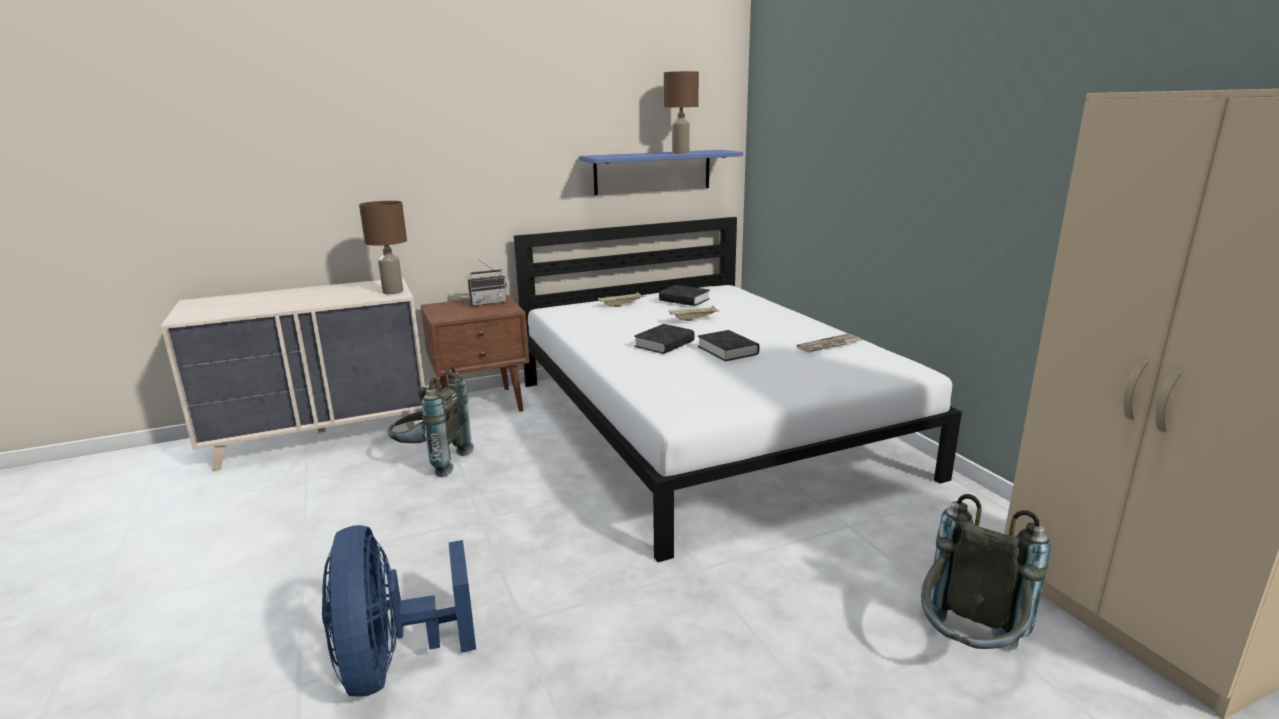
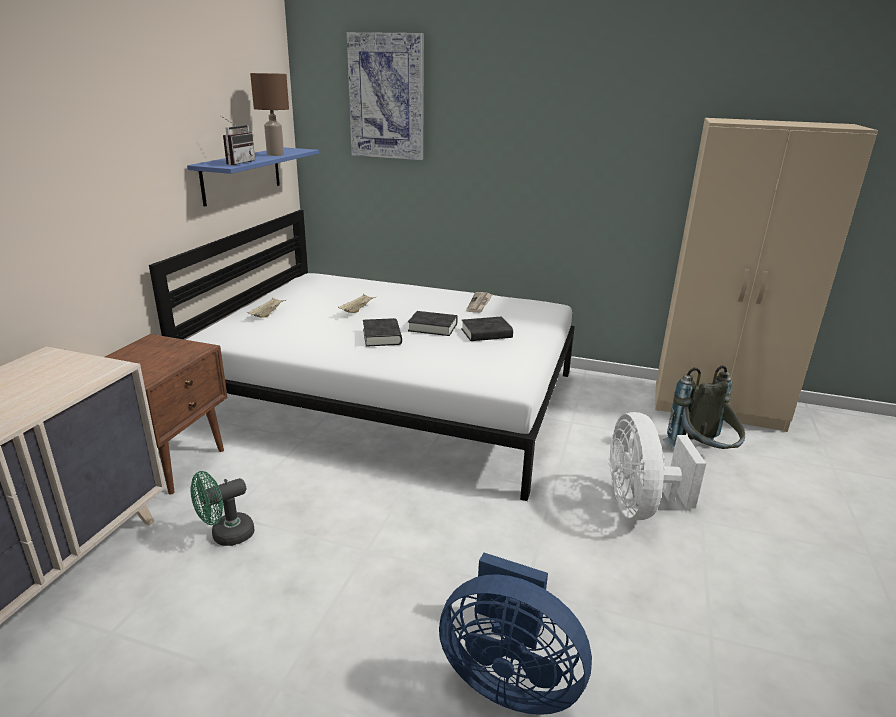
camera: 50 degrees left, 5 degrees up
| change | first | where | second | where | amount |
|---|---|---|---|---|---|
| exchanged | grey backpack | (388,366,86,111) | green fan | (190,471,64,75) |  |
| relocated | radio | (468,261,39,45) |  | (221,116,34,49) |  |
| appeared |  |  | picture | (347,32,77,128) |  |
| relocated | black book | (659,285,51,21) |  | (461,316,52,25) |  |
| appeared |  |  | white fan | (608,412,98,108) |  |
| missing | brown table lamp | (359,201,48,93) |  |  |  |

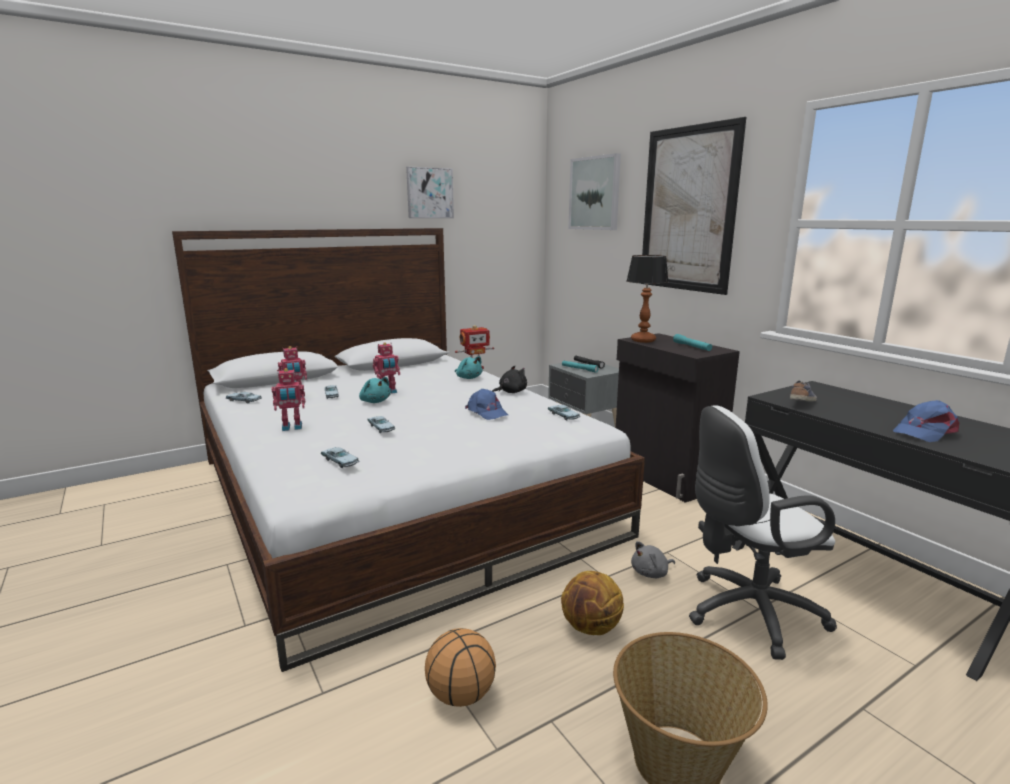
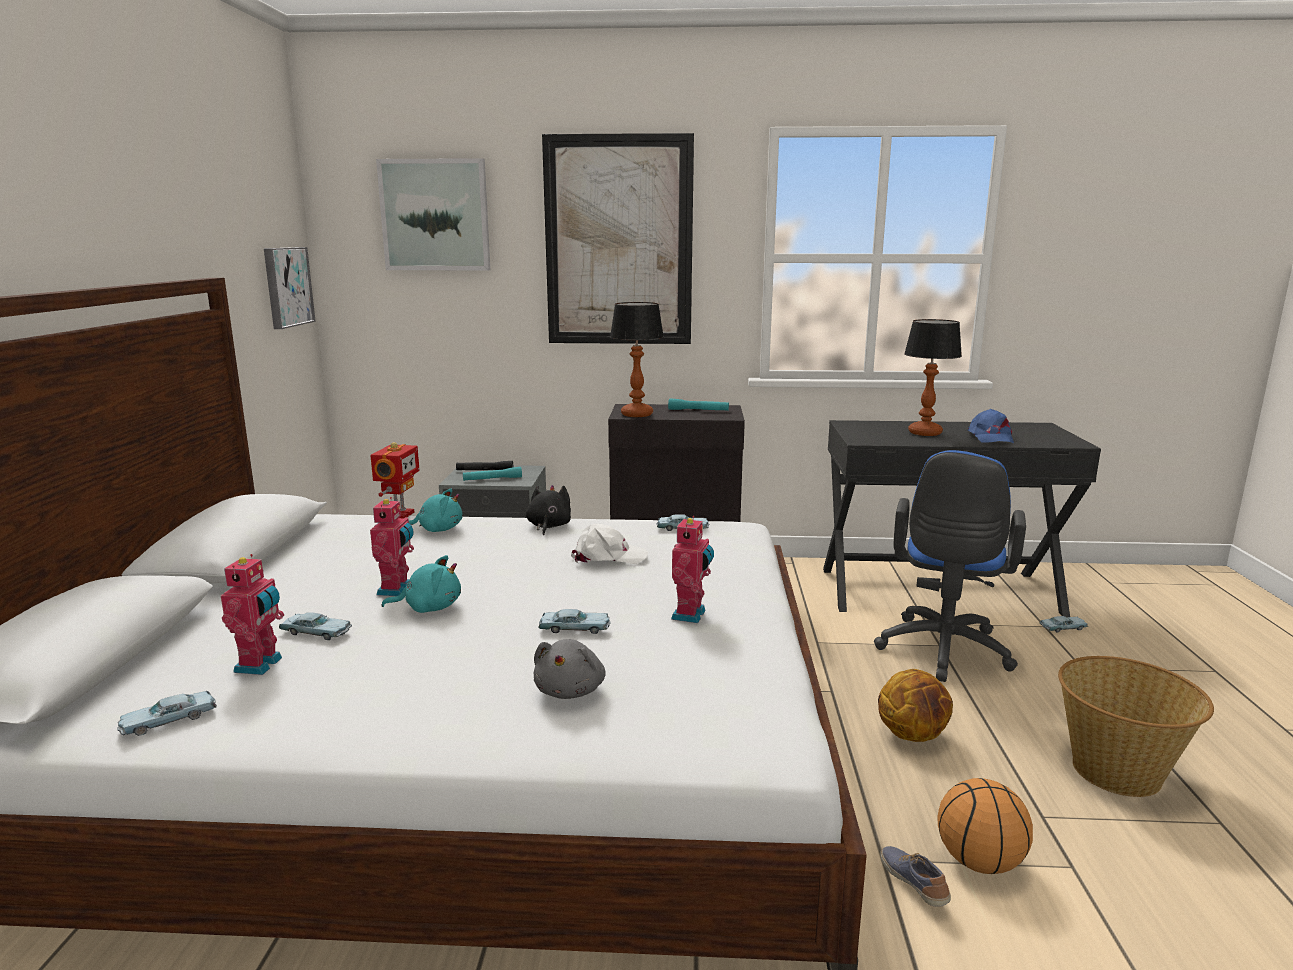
camera: 55 degrees left, 0 degrees up
| change | first | where | second | where | amount |
|---|---|---|---|---|---|
| relocated | picture | (406,167,48,51) |  | (264,247,52,82) |  |
| relocated | grey plush toy | (631,541,44,37) |  | (534,639,72,60) |  |
| colour | blue cap | (465,389,43,31) | white cap | (571,524,77,40) |  |
| relocated | toy robot | (272,368,33,63) |  | (671,516,43,107) |  |
| colour | white office chair | (689,405,148,255) | blue office chair | (874,450,152,232) |  |
| relocated | shoe | (790,381,27,20) |  | (881,846,70,61) |  |
| appeared |  |  | table lamp | (904,319,58,117) |  |
| relocated | blue toy car | (321,447,38,21) |  | (1040,616,48,16) |  |

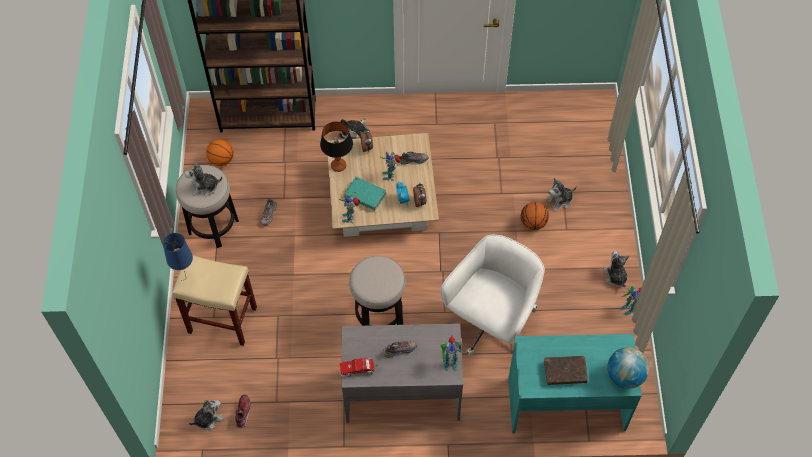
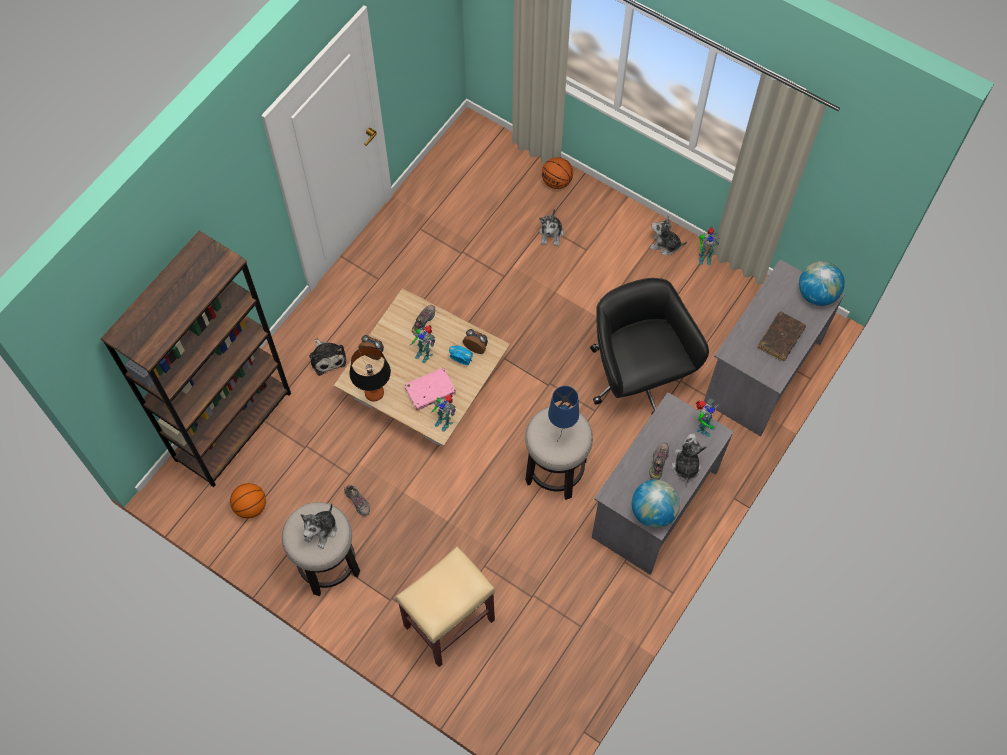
camera: 55 degrees left, 5 degrees up
| change | first | where | second | where | amount |
|---|---|---|---|---|---|
| colour | turquoise book | (344,177,42,33) | pink book | (405,368,51,42) |  |
| relocated | basketball | (521,202,28,28) |  | (542,157,31,32) |  |
| relocated | blue table lamp | (163,233,30,48) |  | (548,386,31,54) |  |
| colour | white office chair | (441,235,104,120) | black office chair | (590,278,119,136) |  |
| exchanged | toy truck | (340,358,38,19) | globe | (632,479,48,49) |  |
| relocated | plush toy | (189,400,35,30) |  | (672,434,35,49) |  |
| colour | turquoise desk | (508,334,134,100) | grey desk | (704,259,140,177) |  |
| missing | shoe | (235,395,17,33) |  |  |  |

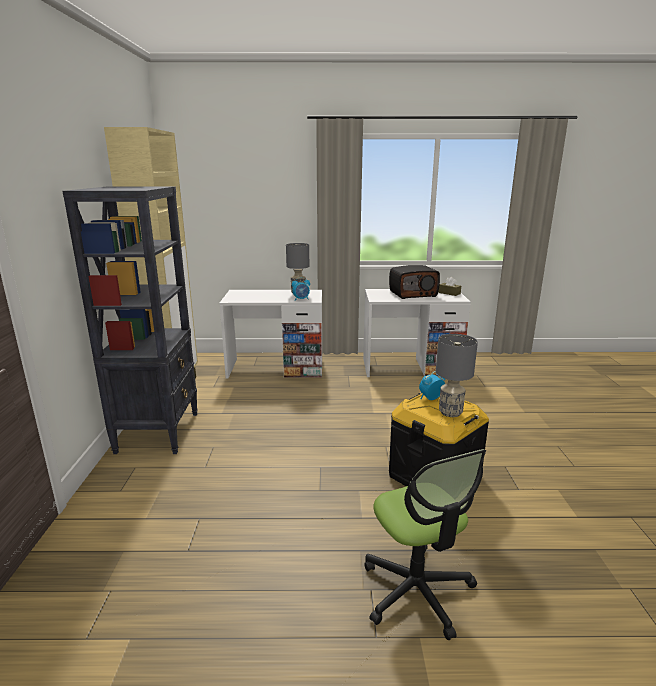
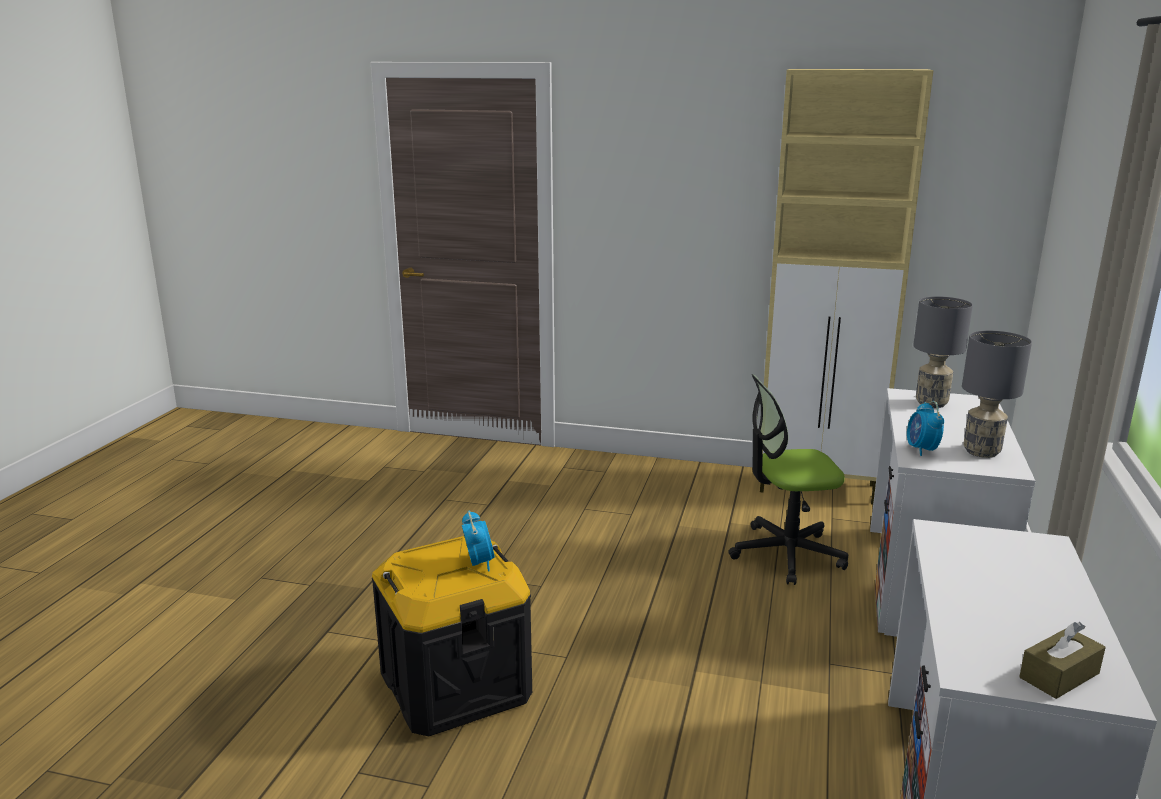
camera: 105 degrees right, 0 degrees up
| change | first | where | second | where | amount |
|---|---|---|---|---|---|
| relocated | office chair | (364,449,122,191) |  | (728,374,120,211) |  |
| relocated | grey table lamp | (436,334,42,83) |  | (913,296,60,112) |  |
| missing | black bookcase | (62,186,136,268) |  |  |  |
| missing | radio | (389,265,51,34) |  |  |  |

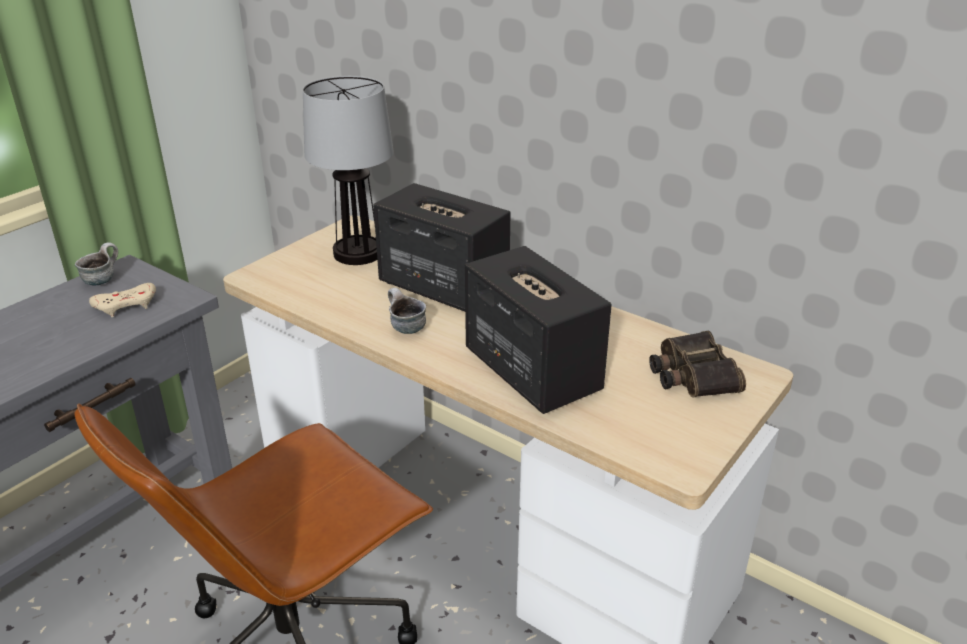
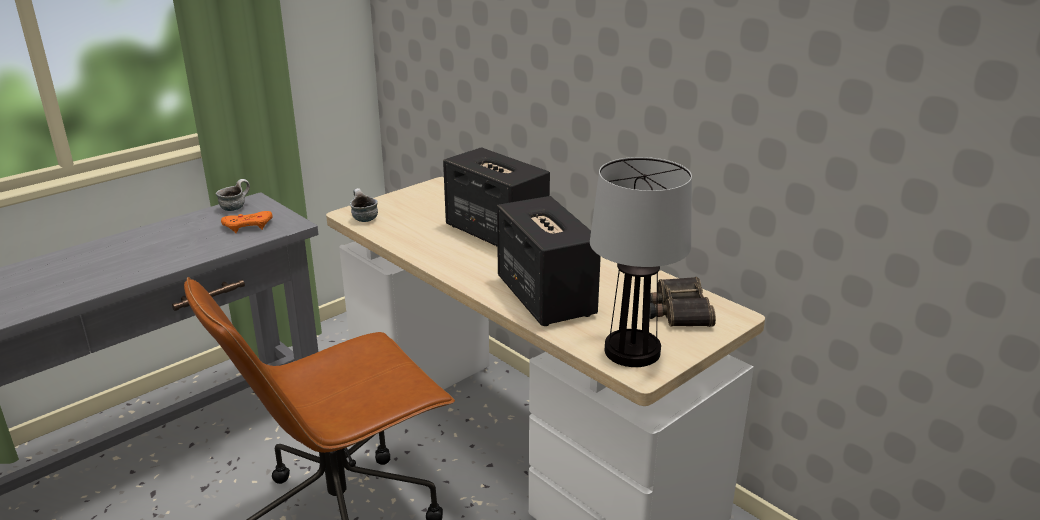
camera: 10 degrees right, 5 degrees down
| change | first | where | second | where | amount |
|---|---|---|---|---|---|
| colour | beige game controller | (89,283,67,34) | orange game controller | (221,211,52,22) |  |
| relocated | mug | (388,288,38,46) |  | (350,188,28,34) |  |
| relocated | table lamp | (303,76,91,189) |  | (590,157,102,210) |  |

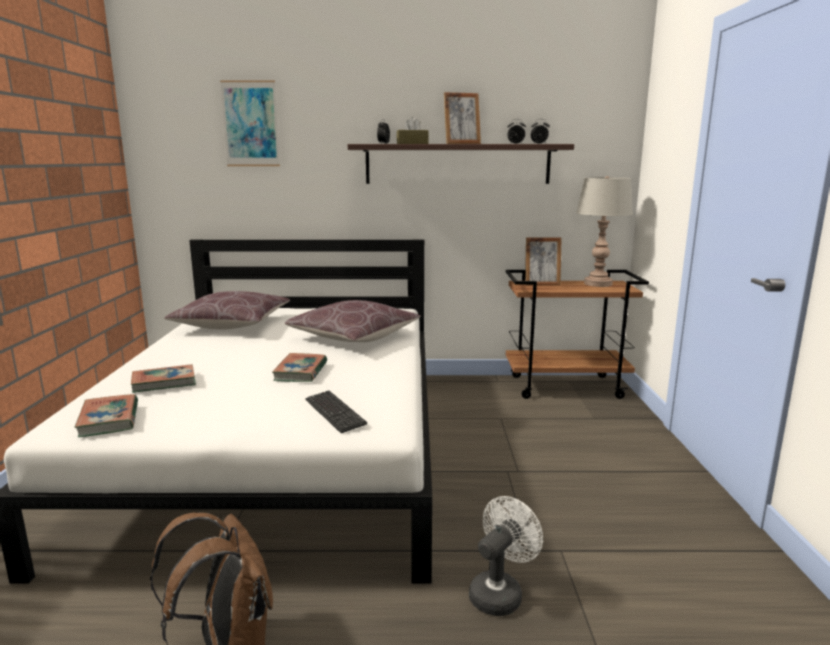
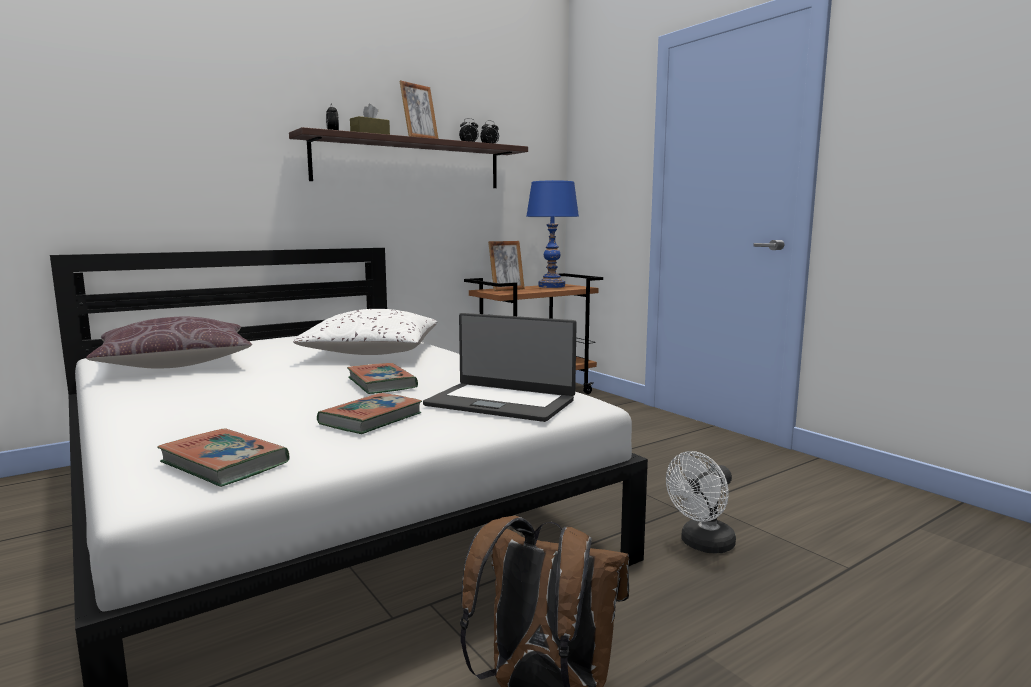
camera: 35 degrees left, 5 degrees down
| change | first | where | second | where | amount |
|---|---|---|---|---|---|
| colour | brown pillow | (285,300,136,42) | white pillow | (293,309,144,46) |  |
| relocated | book | (131,364,65,29) |  | (317,393,105,41) |  |
| exchanged | keyboard | (305,391,62,42) | laptop | (423,313,154,109) |  |
| colour | grey table lamp | (576,176,57,111) | blue table lamp | (526,180,53,108) |  |
| spun | white fan | (469,496,74,120) |  | (666,451,70,102) | 135 degrees counterclockwise |
| missing | picture | (220,80,60,86) |  |  |  |

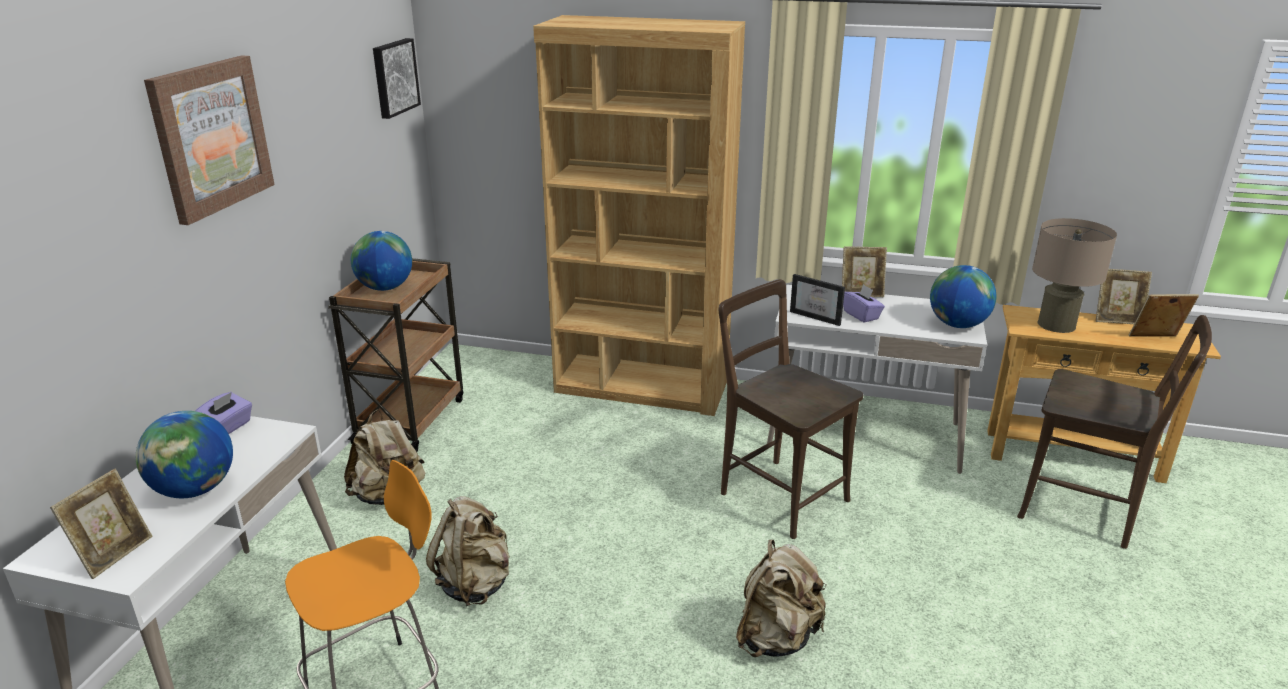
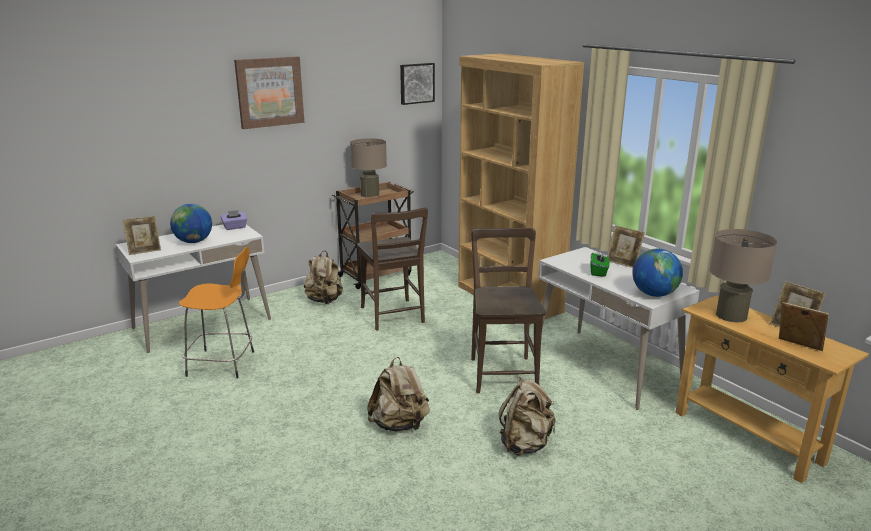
camera: 40 degrees right, 5 degrees down
| change | first | where | second | where | amount |
|---|---|---|---|---|---|
| exchanged | globe | (351,231,61,60) | beige table lamp | (350,138,37,60) |  |
| relocated | brown chair | (1017,315,195,234) |  | (357,208,71,123) |  |
| relocated | beige backpack | (426,496,84,110) |  | (499,377,57,79) |  |
| colour | purple tissue box | (843,284,42,39) | green tissue box | (591,252,19,25) |  |
| missing | picture frame | (790,274,55,52) |  |  |  |

